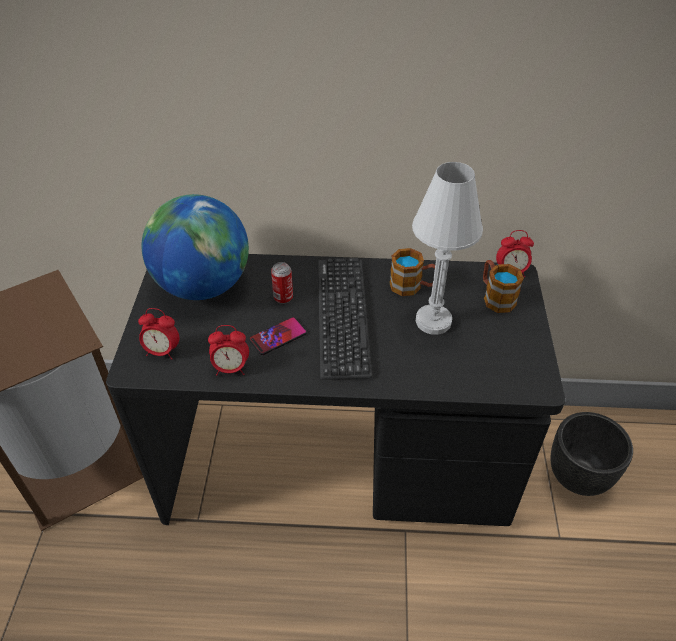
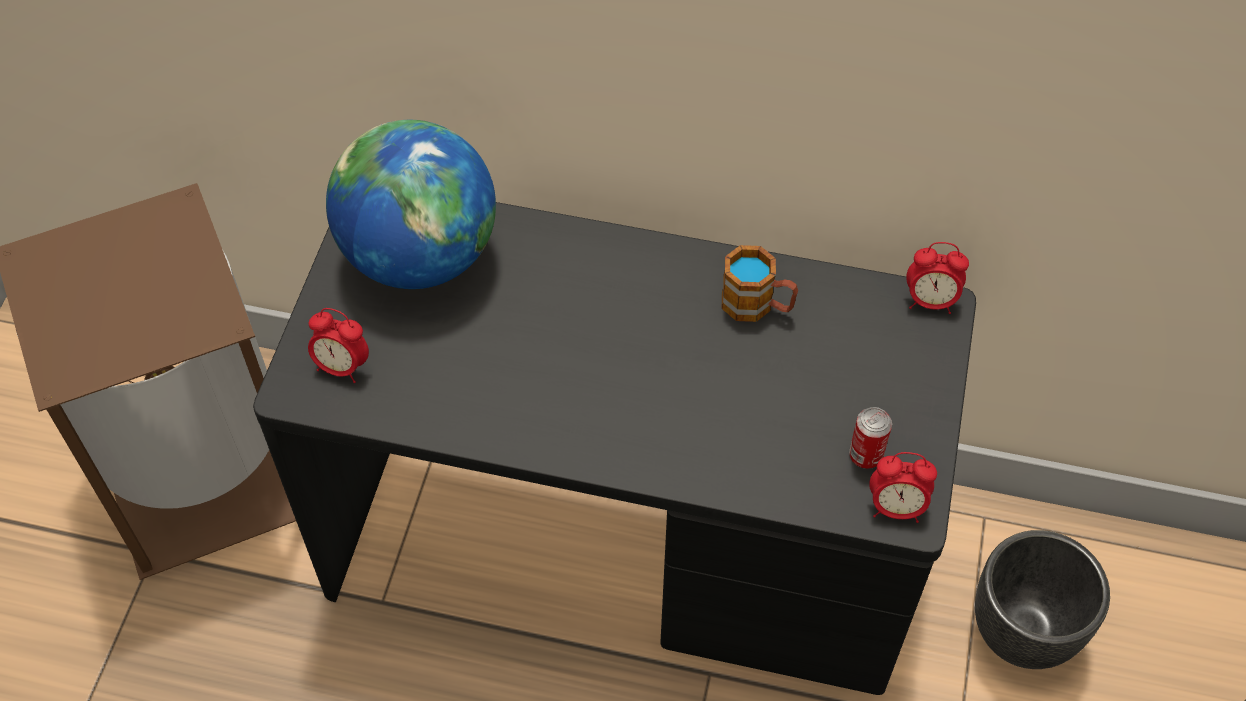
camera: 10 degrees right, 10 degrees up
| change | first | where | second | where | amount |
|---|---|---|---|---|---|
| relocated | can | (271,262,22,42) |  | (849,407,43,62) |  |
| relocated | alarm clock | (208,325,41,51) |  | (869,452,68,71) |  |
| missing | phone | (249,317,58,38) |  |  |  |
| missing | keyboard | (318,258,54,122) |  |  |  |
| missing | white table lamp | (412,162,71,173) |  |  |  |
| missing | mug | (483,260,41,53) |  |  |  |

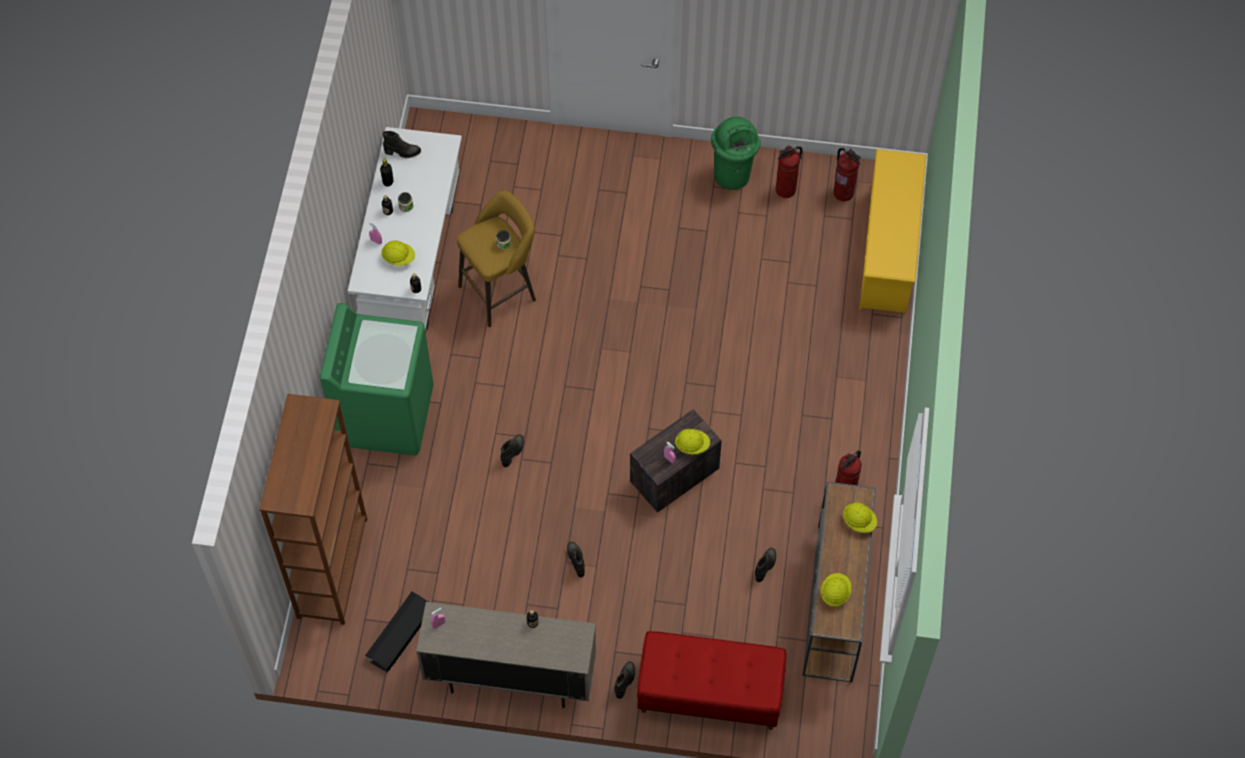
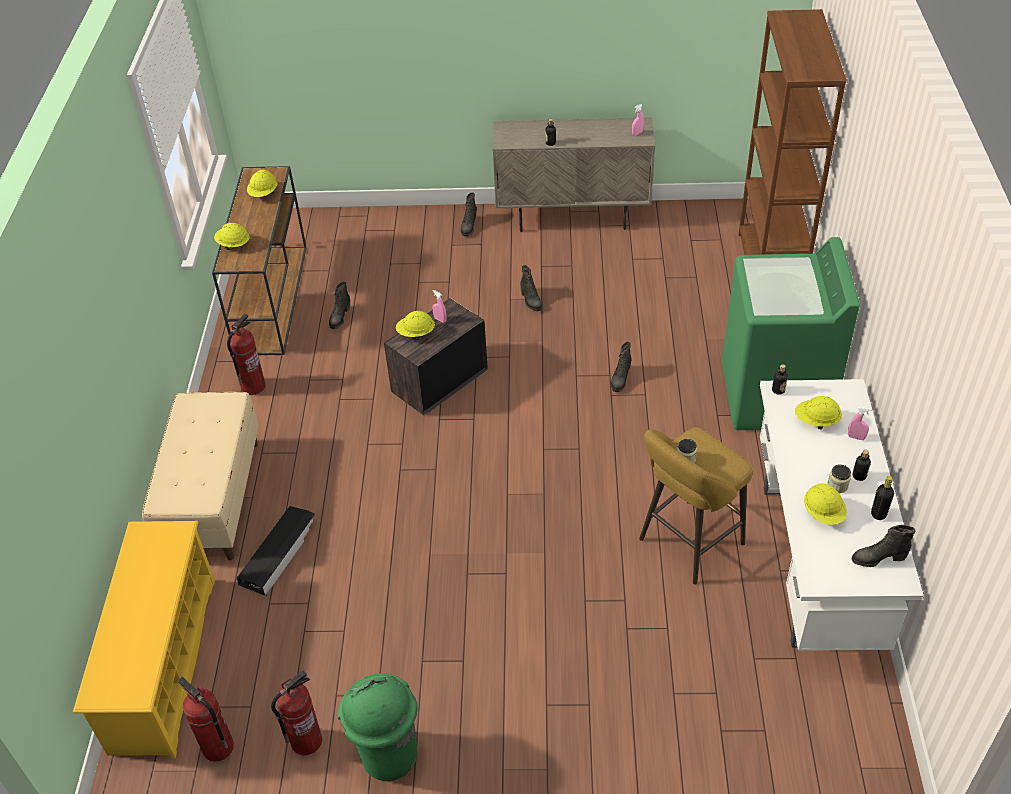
camera: 175 degrees right, 15 degrees down
| change | first | where | second | where | amount |
|---|---|---|---|---|---|
| appeared |  |  | beige bench | (142,392,117,168) |  |
| relocated | black storage box | (365,591,63,82) |  | (236,506,79,90) |  |
| appeared |  |  | yellow hard hat | (804,484,43,41) |  |
| missing | red bench | (637,631,150,99) |  |  |  |

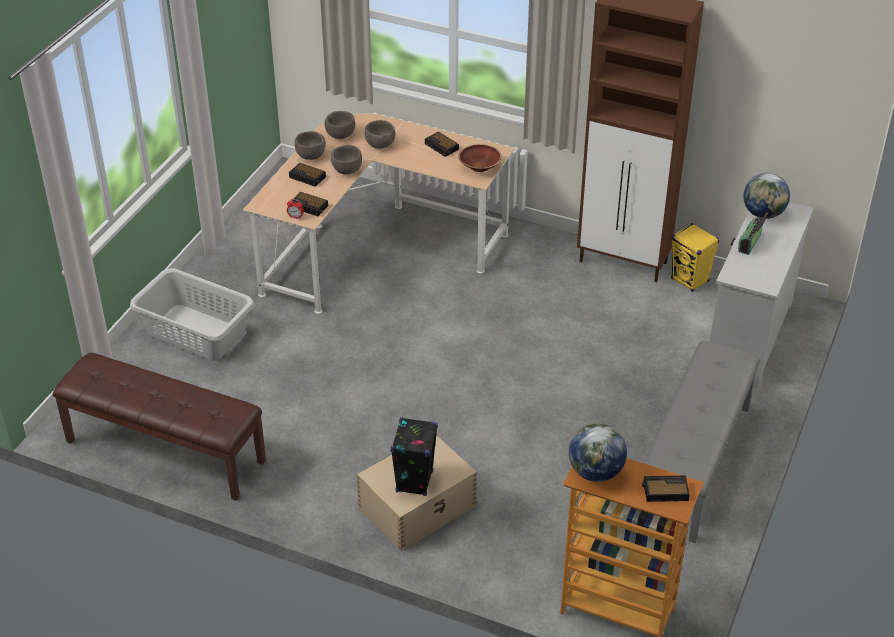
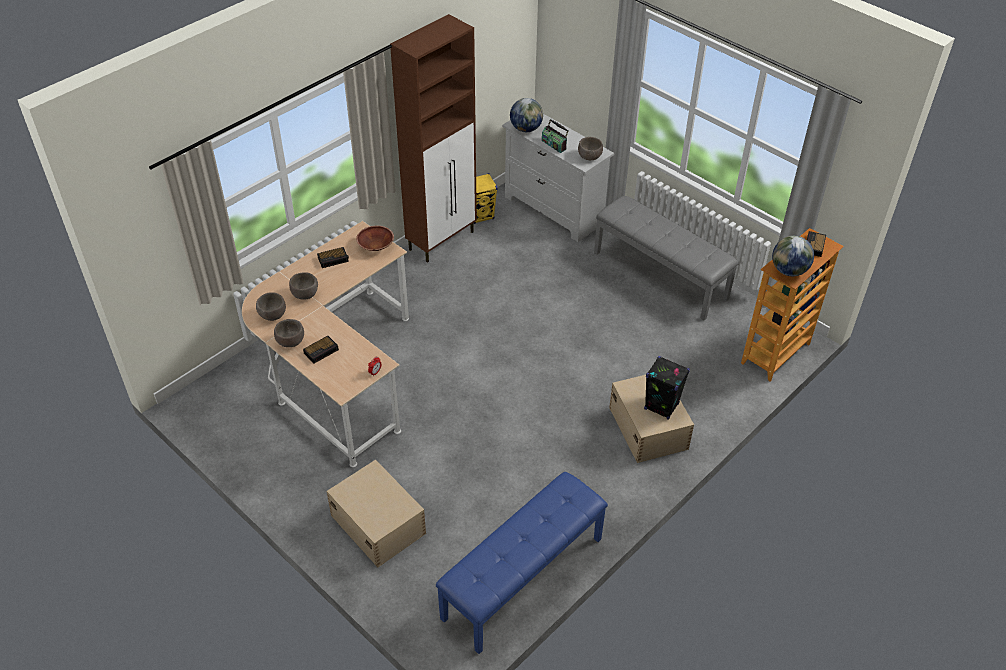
camera: 70 degrees left, 5 degrees up
| change | first | where | second | where | amount |
|---|---|---|---|---|---|
| exchanged | grey laundry basket | (130,268,124,93) | beige storage box | (326,460,100,107) |  |
| colour | brown bench | (52,353,214,148) | blue bench | (436,472,172,182) |  |
| relocated | brown bowl | (331,145,31,30) |  | (578,137,25,23) |  |
| missing | alarm clock | (292,192,36,24) |  |  |  |

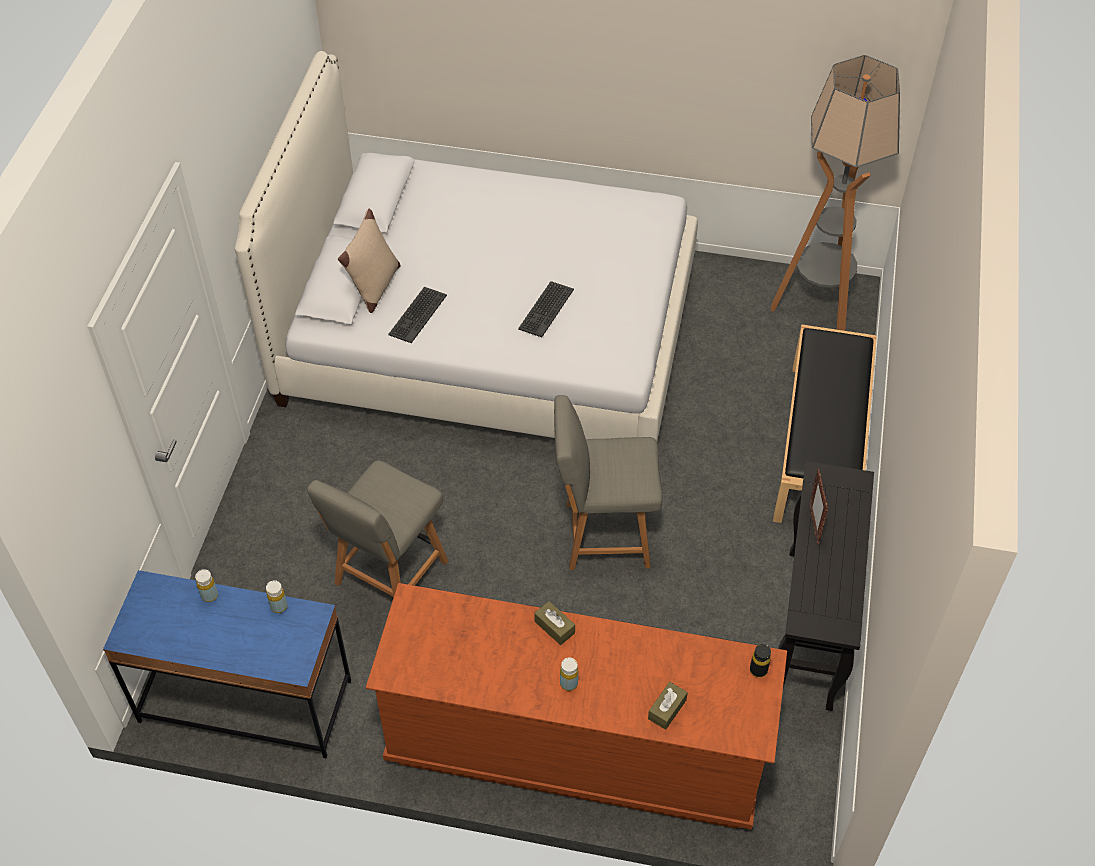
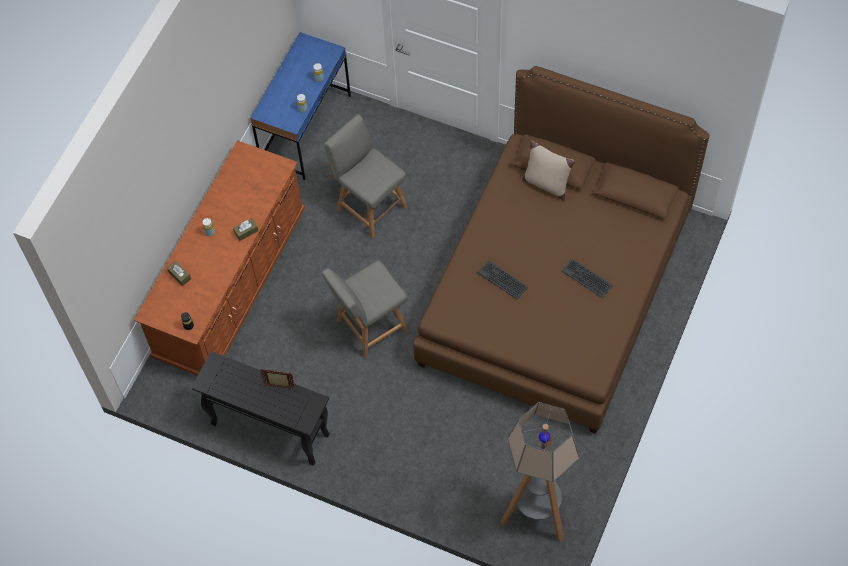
camera: 105 degrees right, 10 degrees up
| change | first | where | second | where | amount |
|---|---|---|---|---|---|
| spun | grey chair | (554,395,109,175) |  | (322,261,87,98) | 135 degrees counterclockwise |
| colour | white bed | (235,51,463,390) | brown bed | (414,66,295,368) |  |
| relocated | keyboard | (388,287,59,56) |  | (562,259,51,39) |  |
| missing | black bench | (773,324,104,199) |  |  |  |

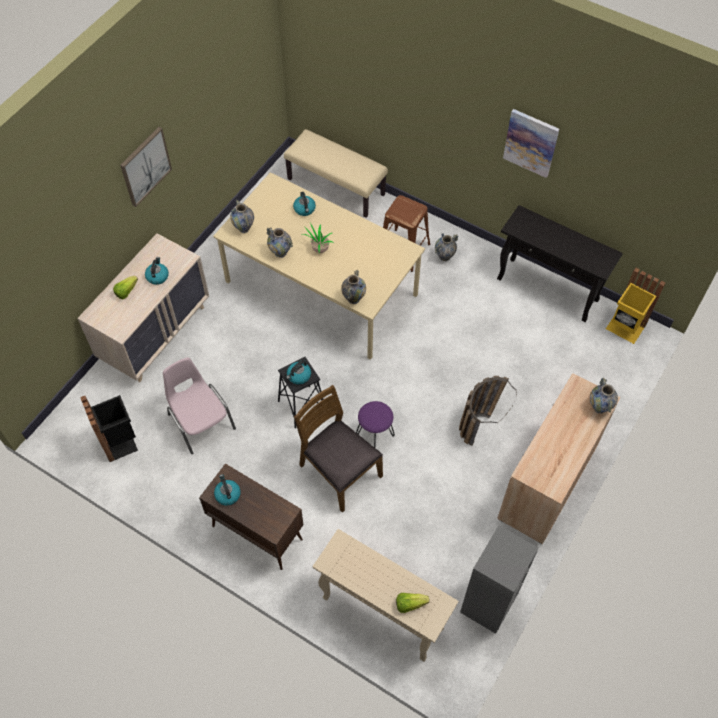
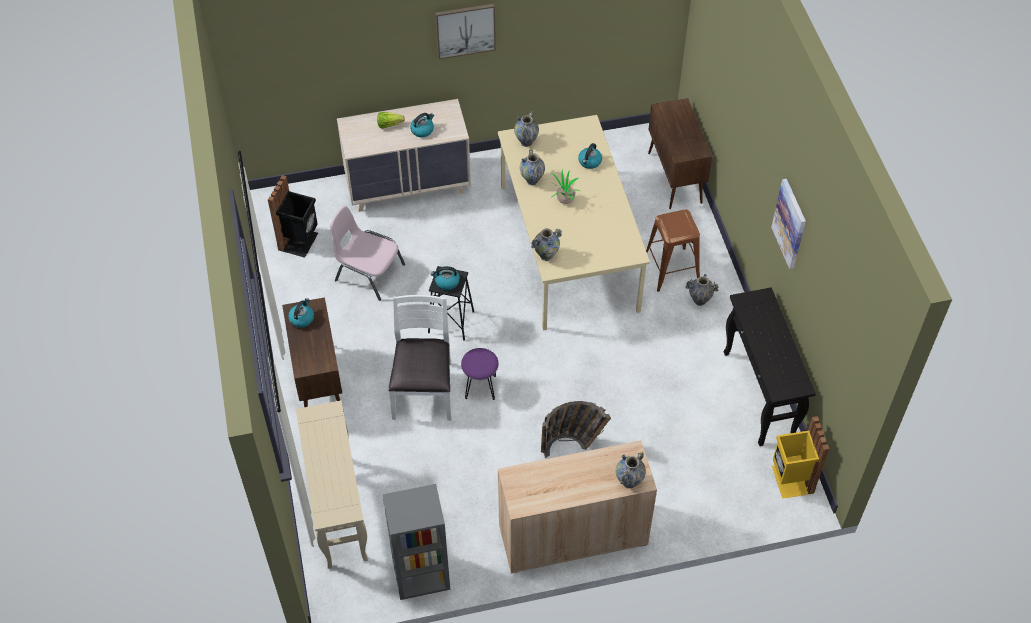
camera: 45 degrees right, 5 degrees down
| change | first | where | second | where | amount |
|---|---|---|---|---|---|
| spun | pink chair | (163,357,73,97) |  | (330,206,75,95) | 75 degrees counterclockwise |
| colour | brown chair | (294,385,89,128) | white chair | (388,295,63,126) |  |
| exchanged | beige bench | (284,129,104,89) | brown cabinet | (648,98,64,111) |  |
| missing | lettuce | (396,593,33,20) |  |  |  |

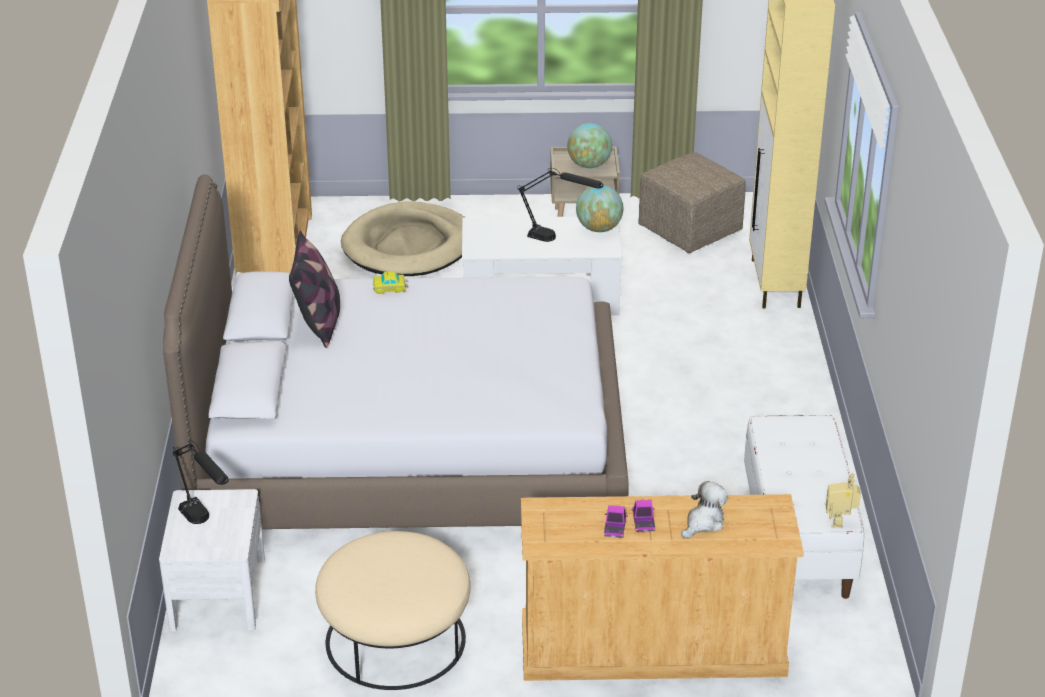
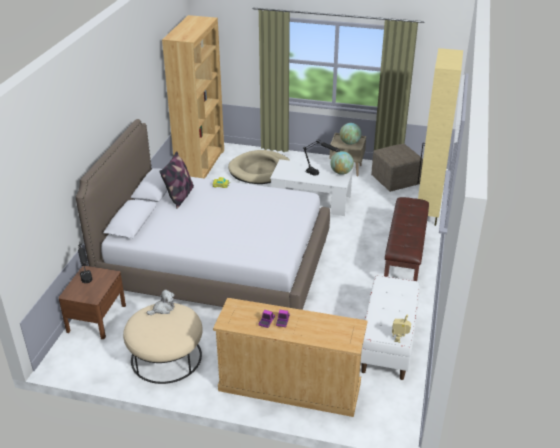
camera: 15 degrees right, 0 degrees up
| change | first | where | second | where | amount |
|---|---|---|---|---|---|
| colour | white nightstand | (159,489,106,143) | brown nightstand | (58,266,68,73) |  |
| relocated | plush toy | (681,481,47,58) |  | (147,289,27,26) |  |
| appeared |  |  | brown bench | (384,197,45,84) |  |

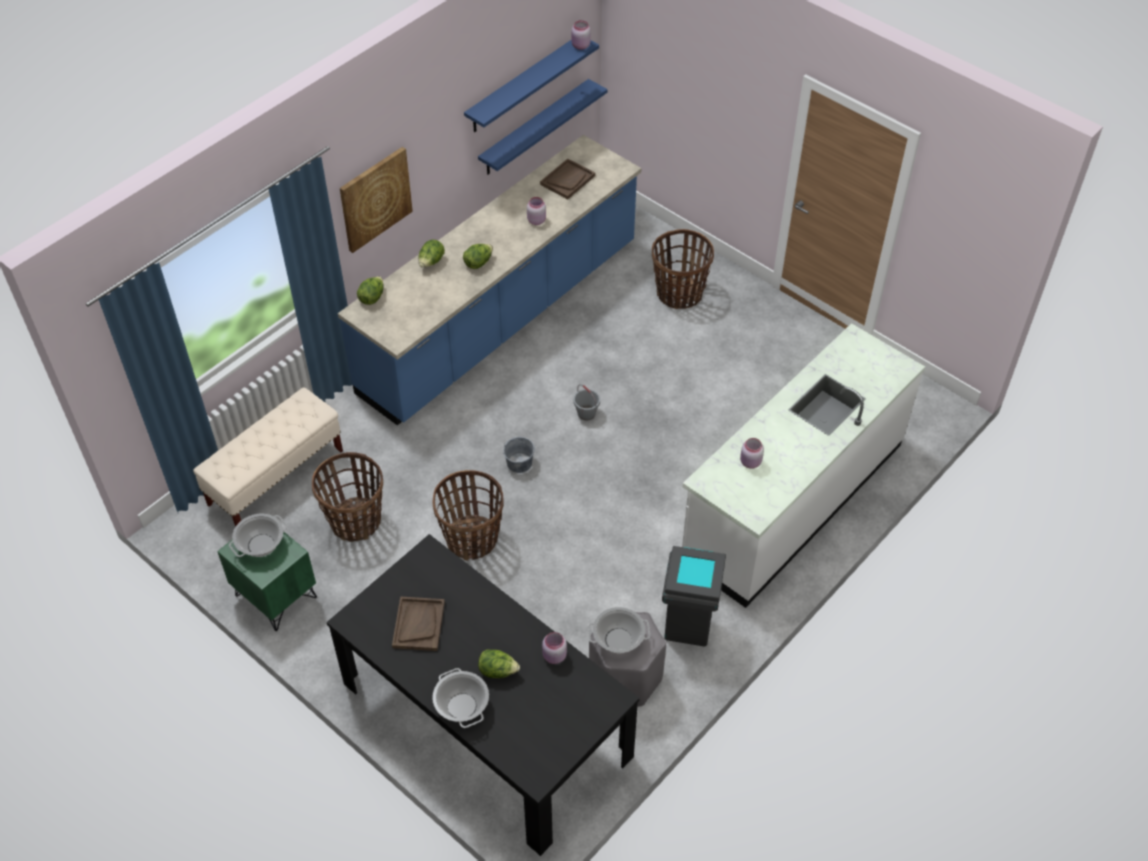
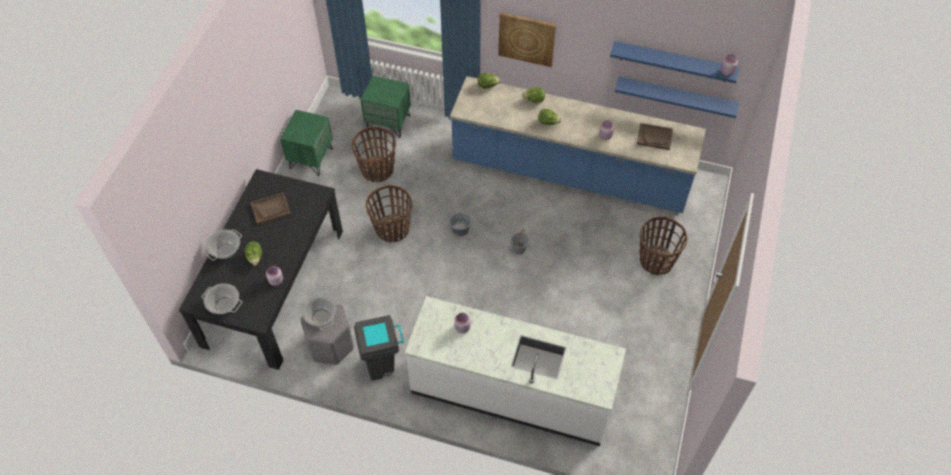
camera: 65 degrees right, 5 degrees up
| change | first | where | second | where | amount |
|---|---|---|---|---|---|
| relocated | cooking pot | (229,514,59,43) |  | (202,283,40,31) |  |
| exchanged | beige bench | (193,387,150,140) | green nightstand | (361,75,50,63) |  |

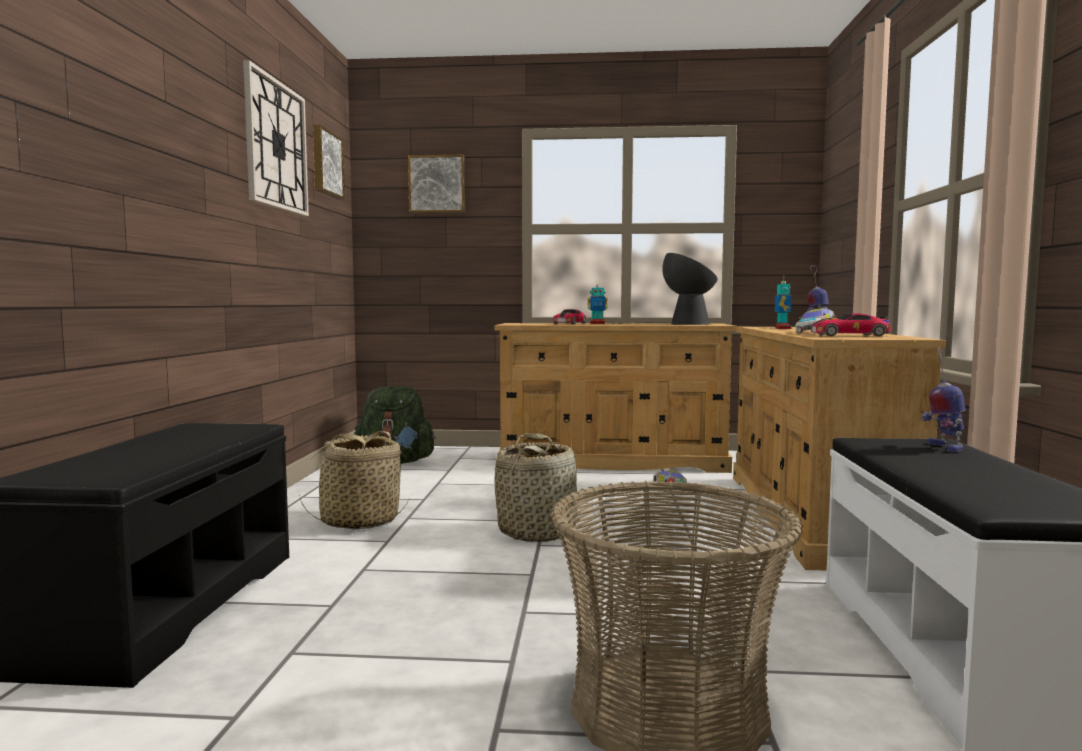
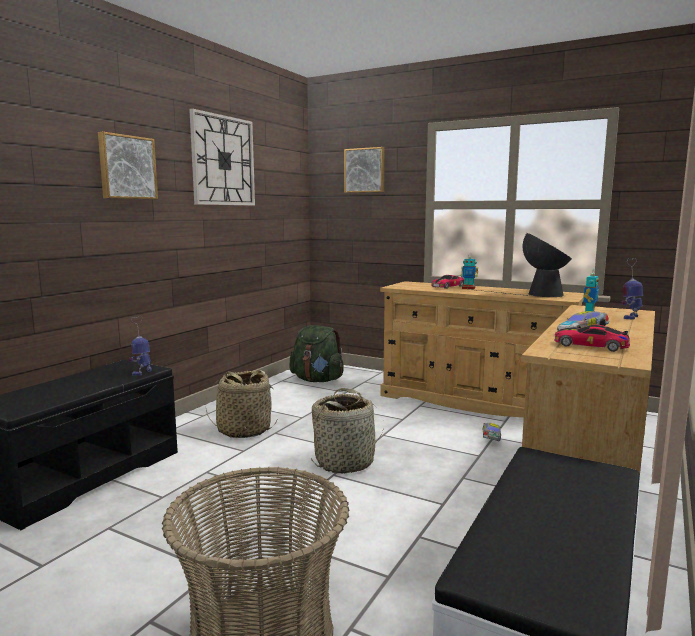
camera: 25 degrees right, 5 degrees up
| change | first | where | second | where | amount |
|---|---|---|---|---|---|
| relocated | picture | (313,125,32,74) |  | (98,132,60,68) |  |
| relocated | toy robot | (922,347,43,105) |  | (129,316,23,60) |  |

